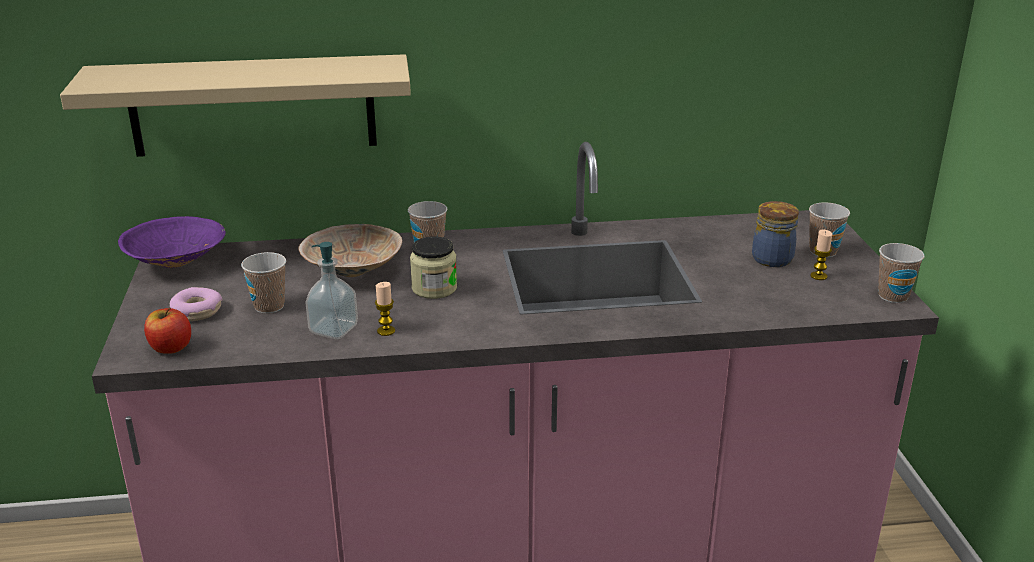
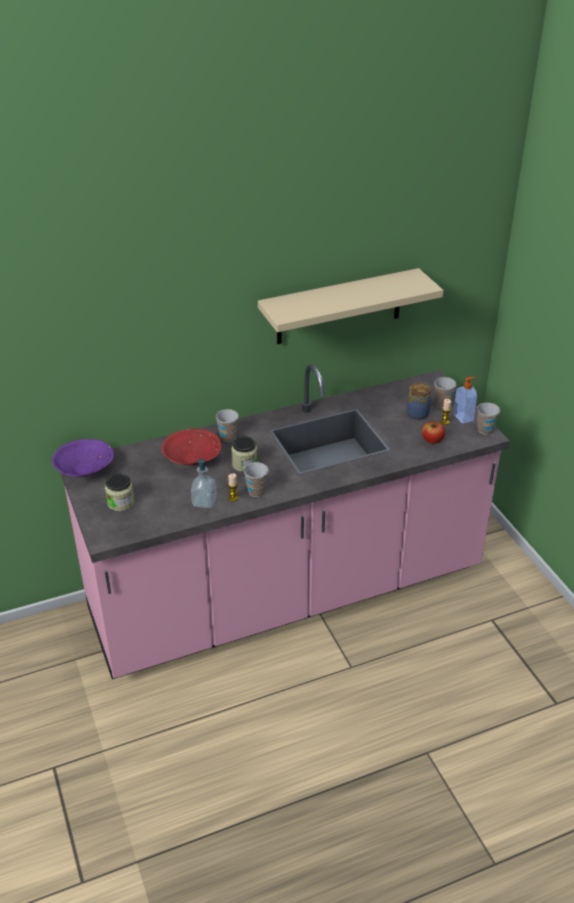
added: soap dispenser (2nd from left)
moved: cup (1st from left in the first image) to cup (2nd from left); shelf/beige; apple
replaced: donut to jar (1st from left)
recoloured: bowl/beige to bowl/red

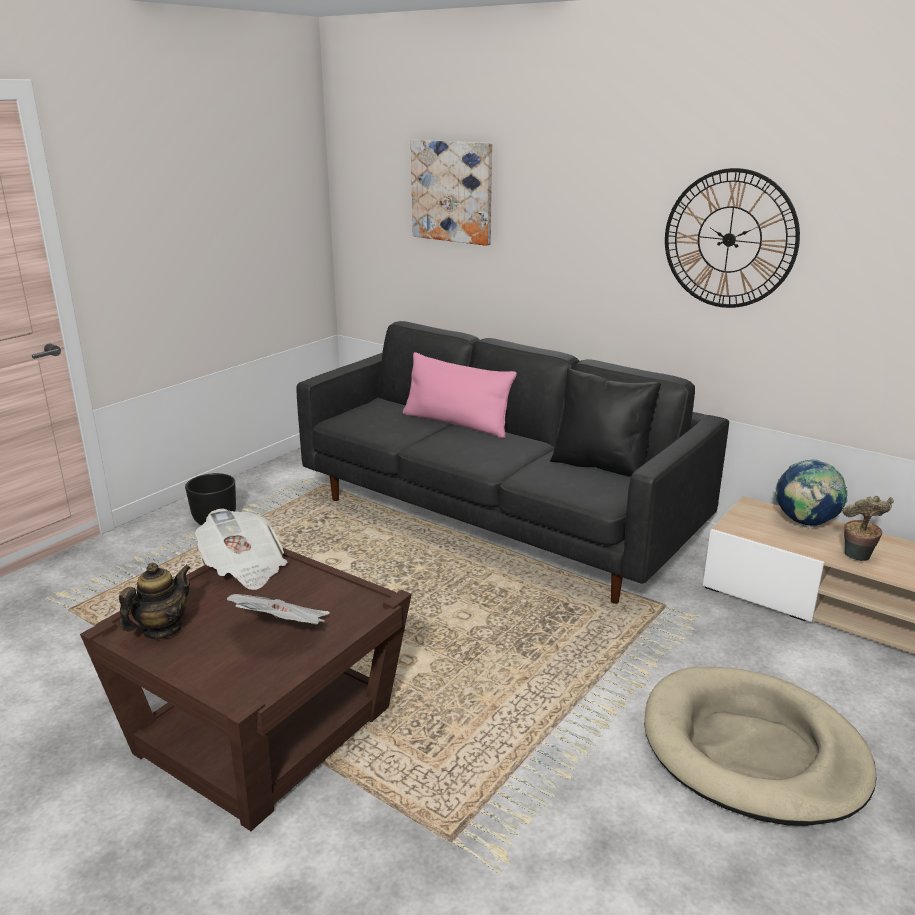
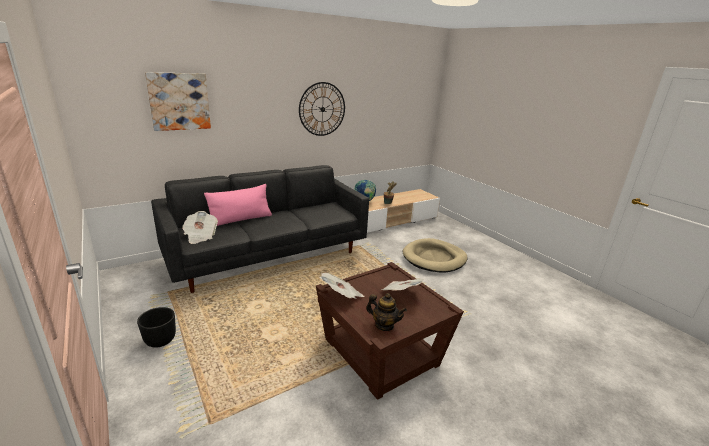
removed: pillow/black
added: newspaper (1st from left)
turned: teapot 150 degrees clockwise

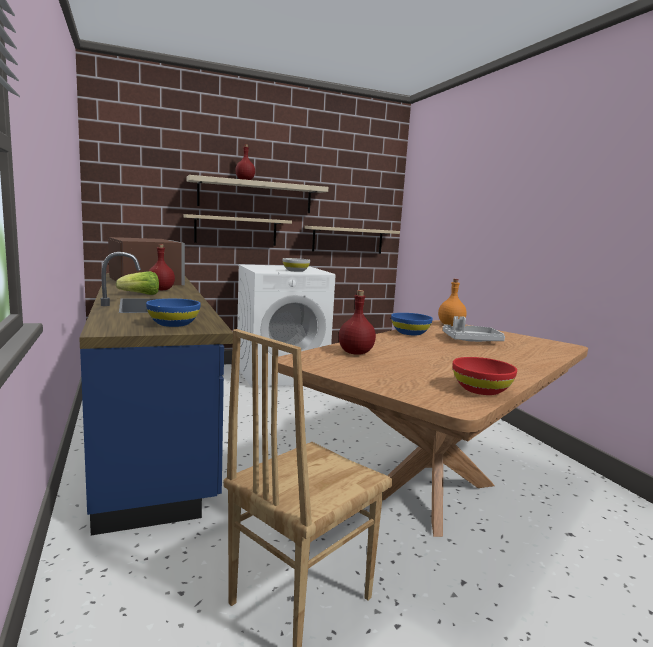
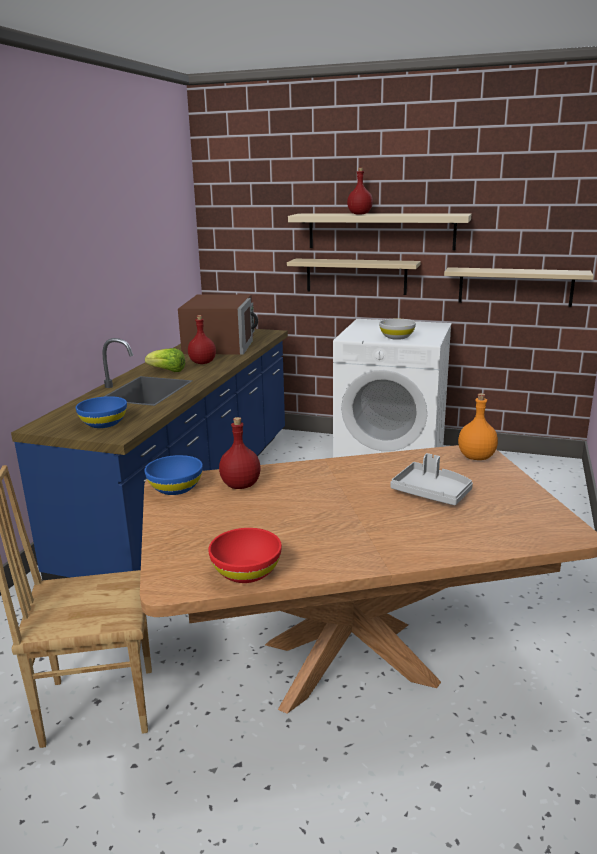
moved: bowl/blue (2nd from left)

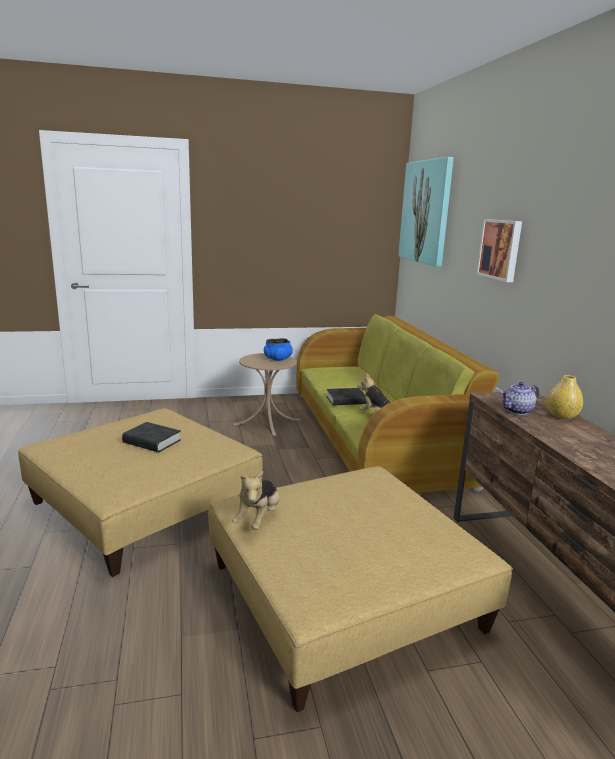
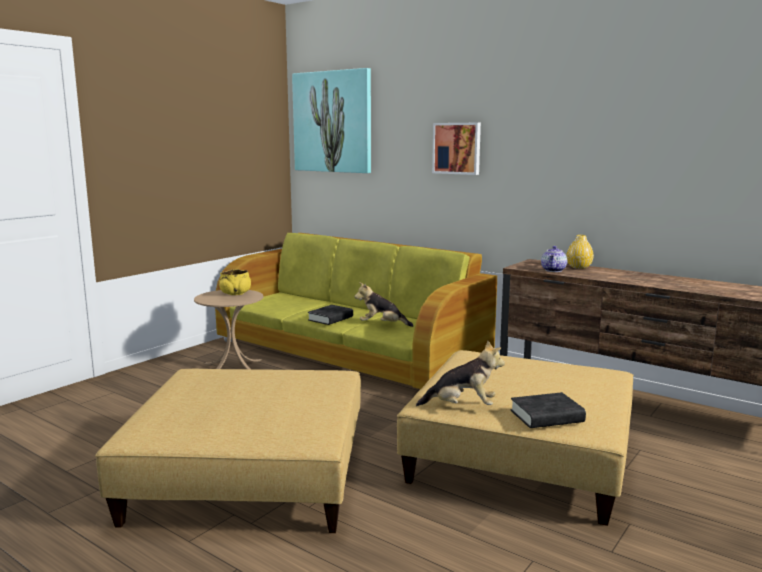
moved: book/black (1st from left in the first image) to book/black (2nd from left)
recoloured: bowl/blue to bowl/yellow
turned: plush toy (1st from left in the first image) 60 degrees counterclockwise

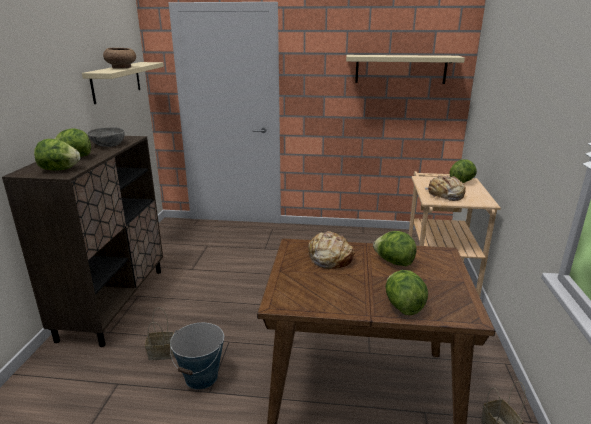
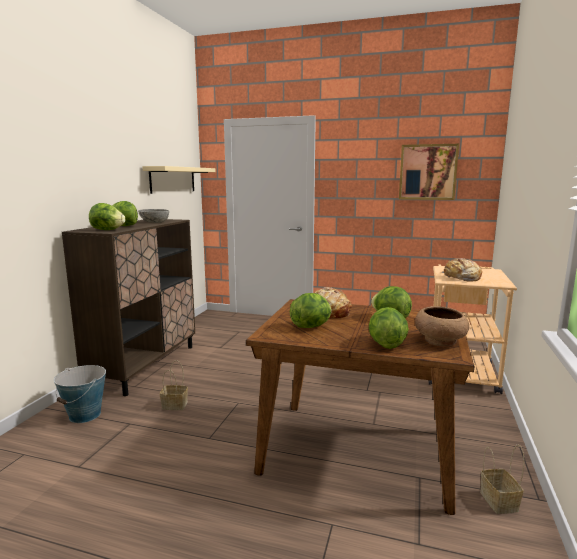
moved: bucket; lettuce (5th from left in the first image) to lettuce (3rd from left); bowl/brown
replaced: shelf/beige (2nd from left) to picture

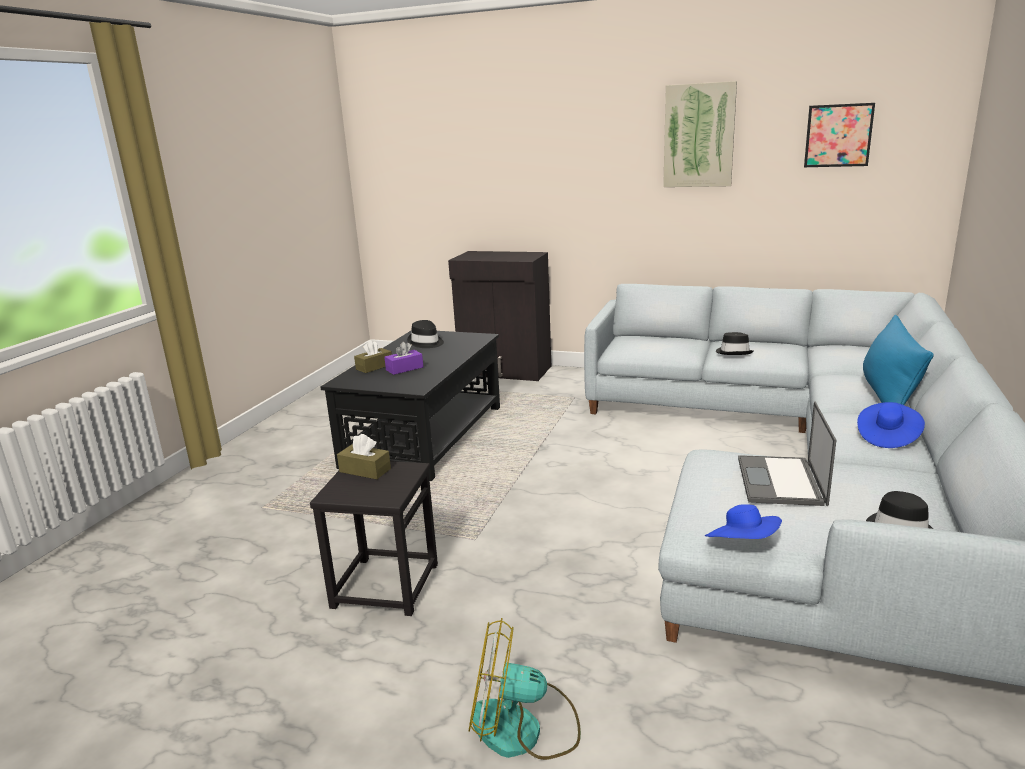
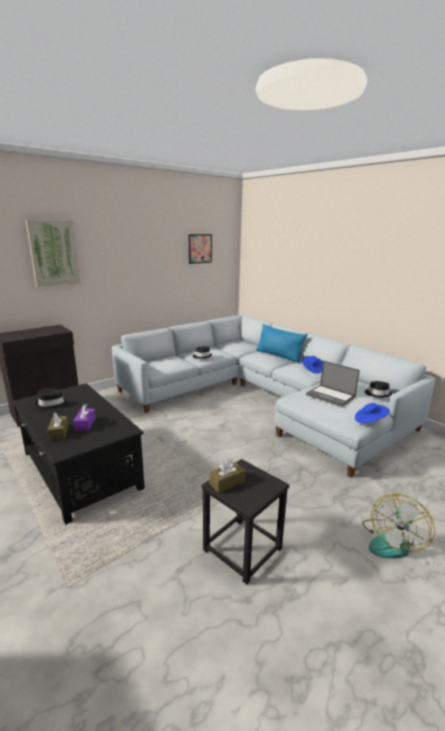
moved: picture (1st from left)

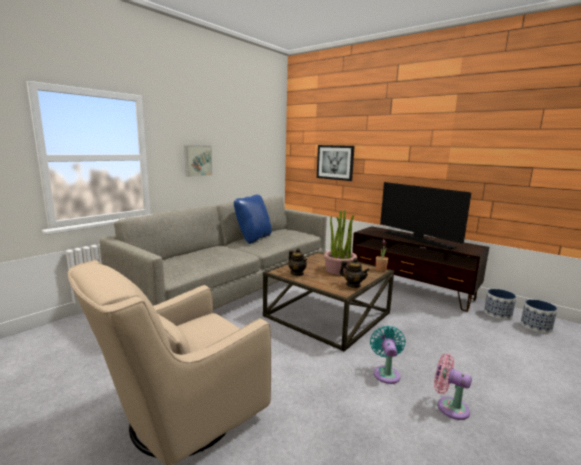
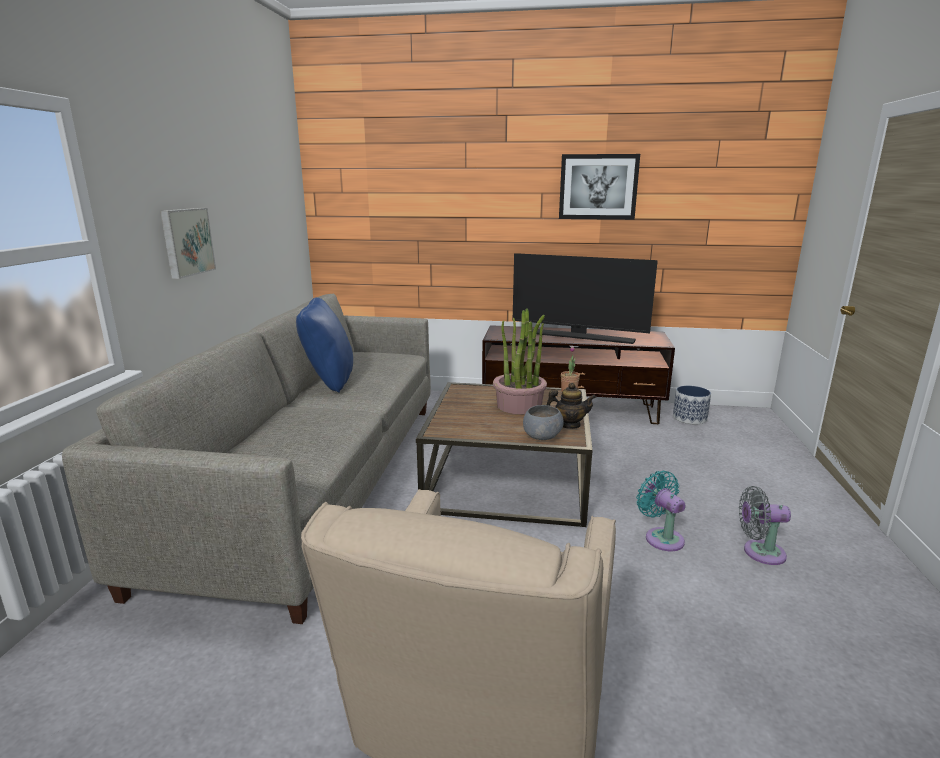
removed: teapot (1st from left); planter (2nd from left)
added: bowl/grey
moved: picture (2nd from left)
recoloured: fan/pink to fan/grey

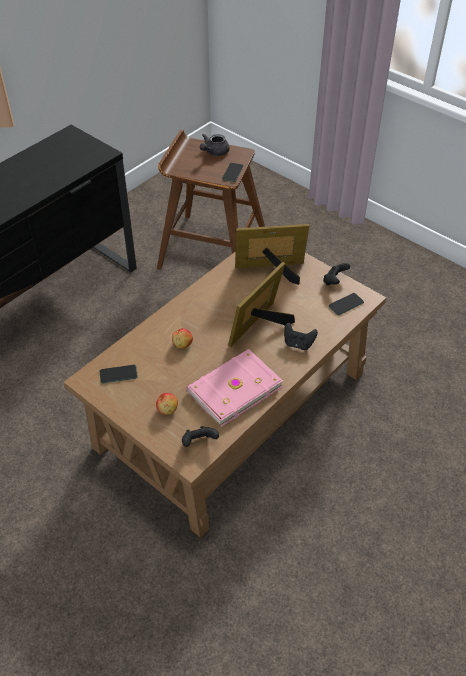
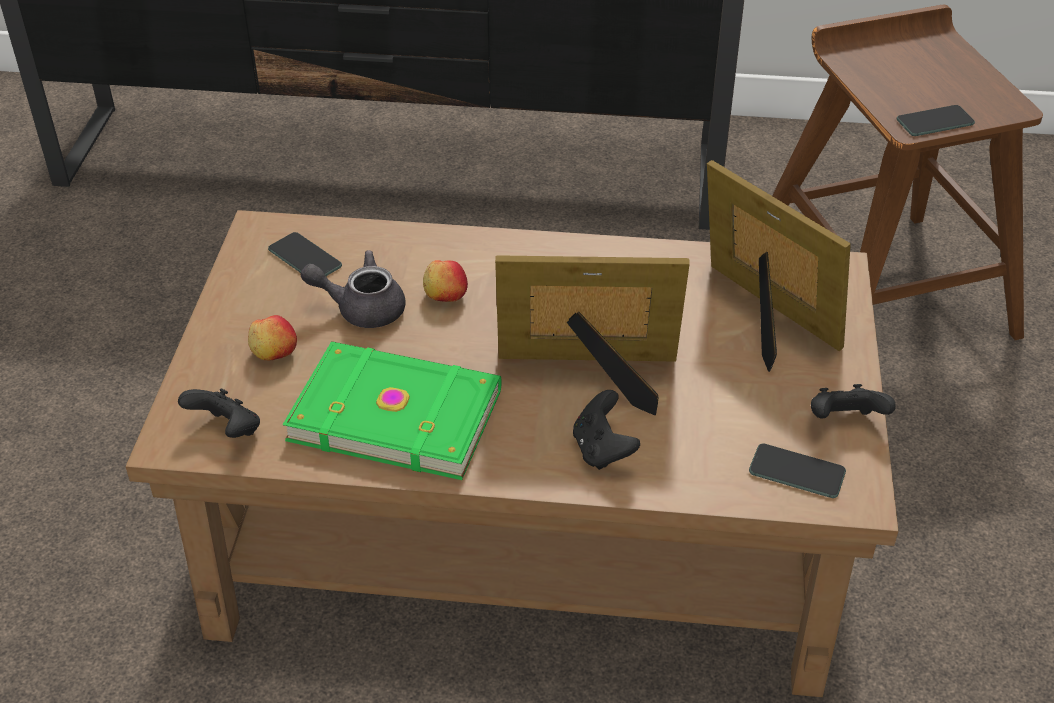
moved: teapot/grey
recoloured: book/pink to book/green

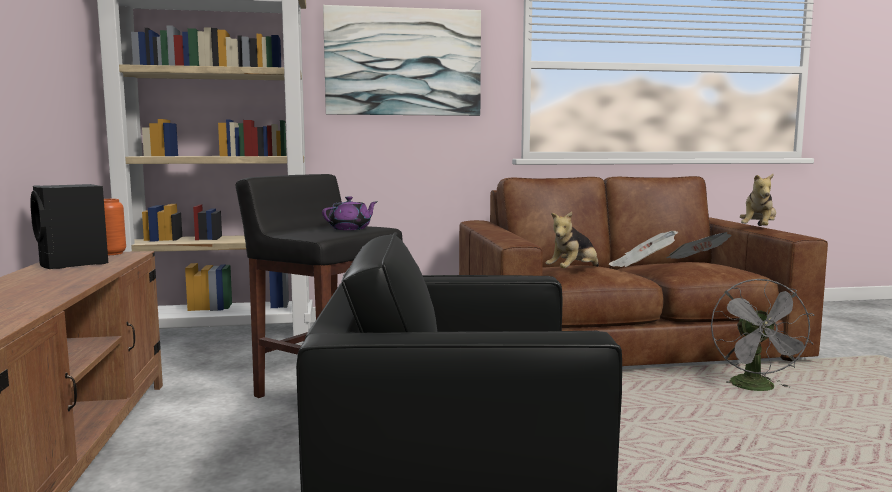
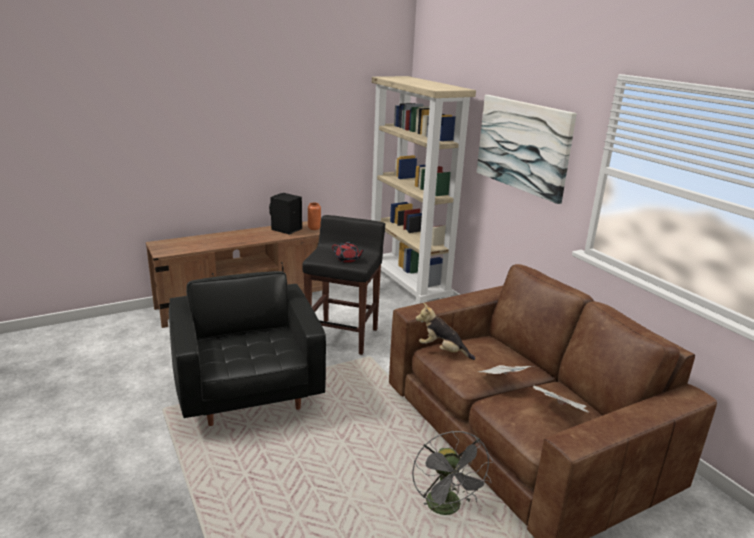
removed: plush toy (2nd from left)
recoloured: teapot/purple to teapot/red
turned: fan/grey 90 degrees counterclockwise

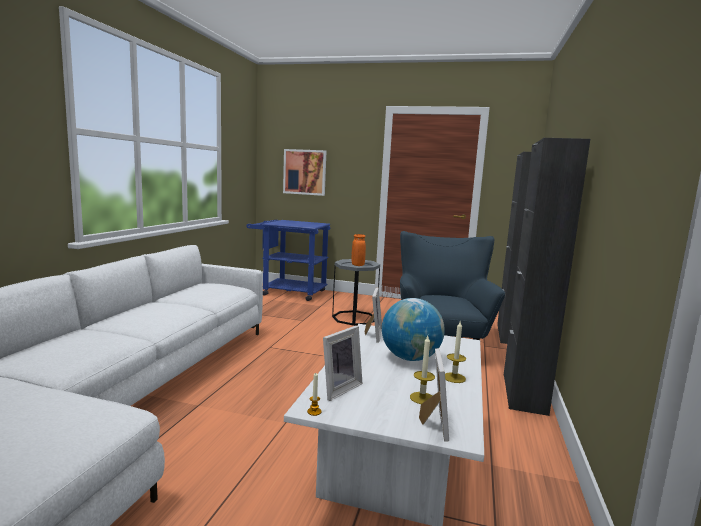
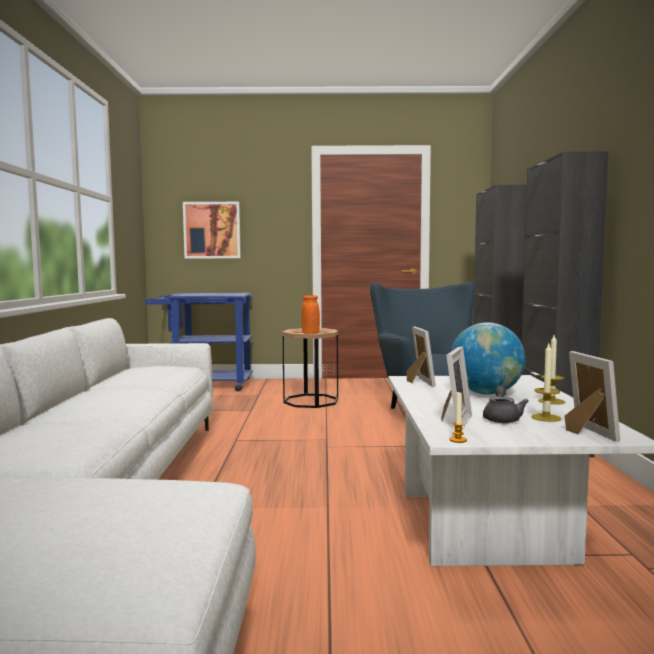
added: teapot/grey
recoloured: side table/grey to side table/brown

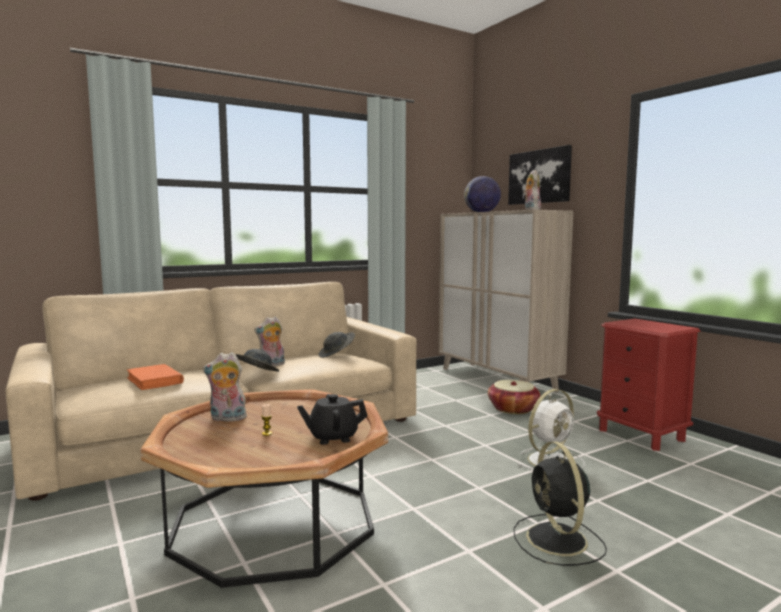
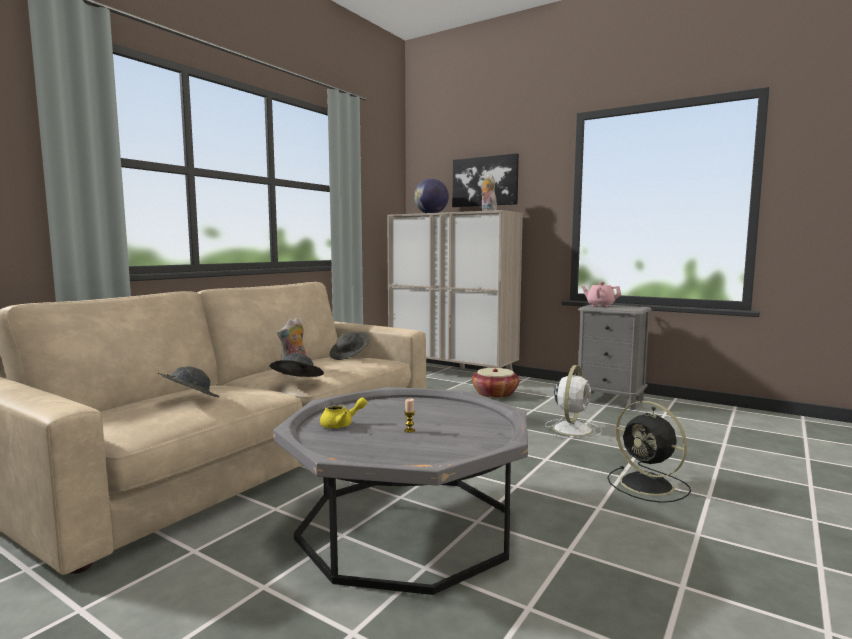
removed: teapot/black
added: teapot/pink
replaced: book/orange to hat/grey (1st from left); plush toy (1st from left) to teapot/yellow
recoloured: coffee table/brown to coffee table/grey; nightstand/red to nightstand/grey

